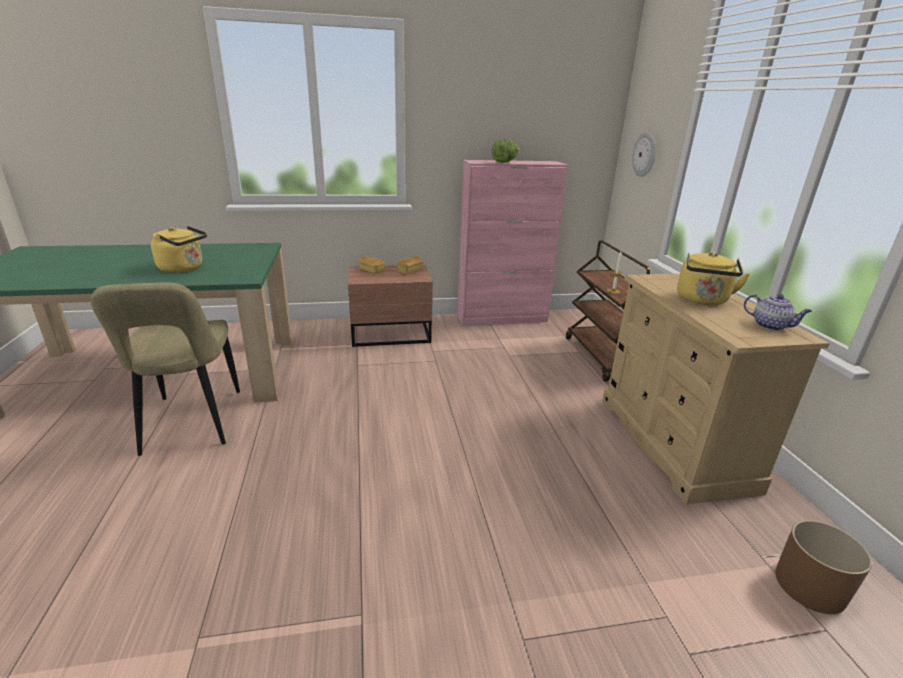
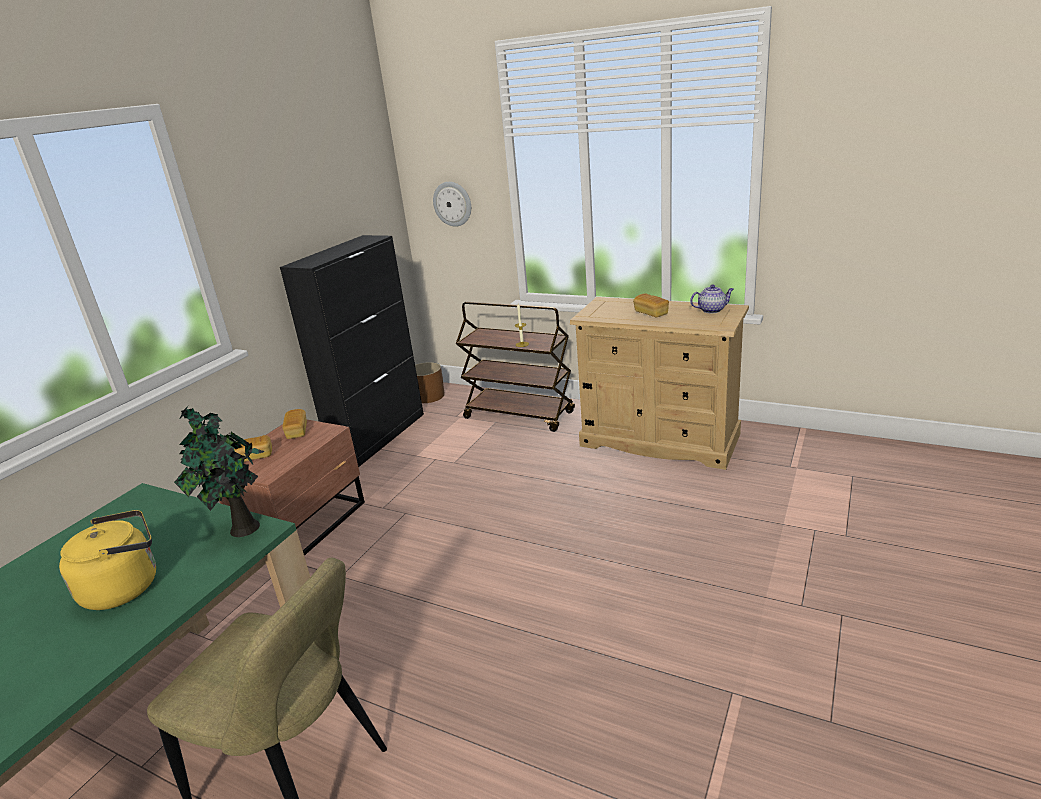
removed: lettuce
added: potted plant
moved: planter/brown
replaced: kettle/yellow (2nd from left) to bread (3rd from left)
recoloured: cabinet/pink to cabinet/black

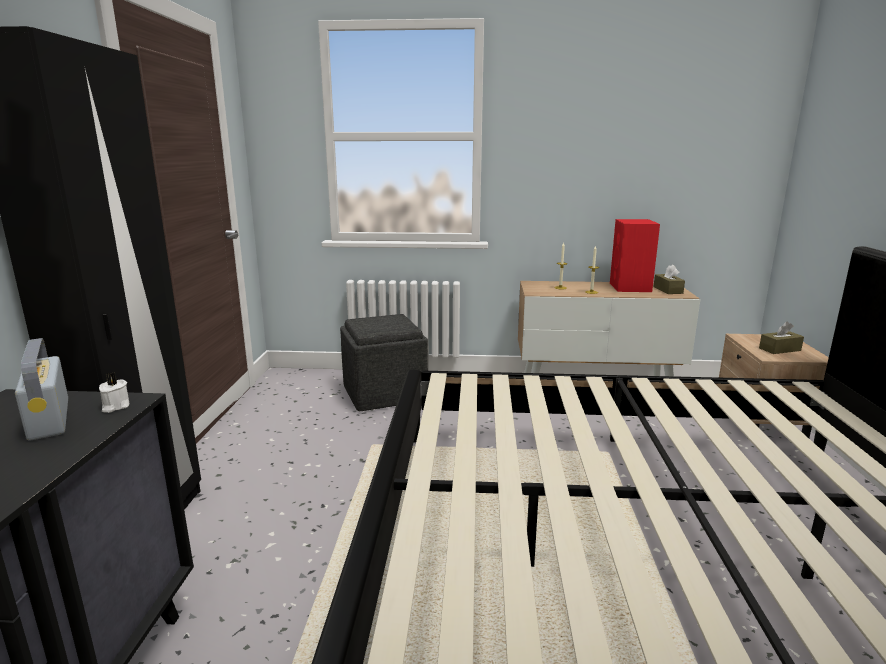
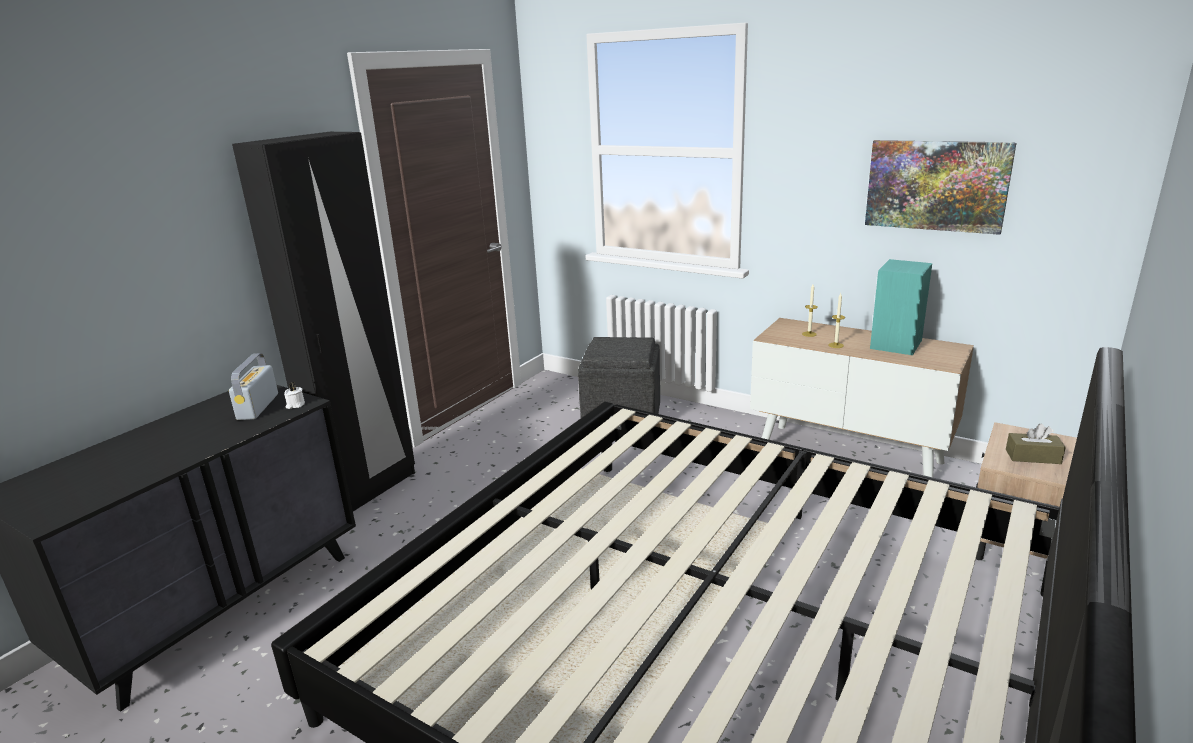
removed: tissue box/brown (1st from left)
added: picture
recoloured: speaker/red to speaker/turquoise

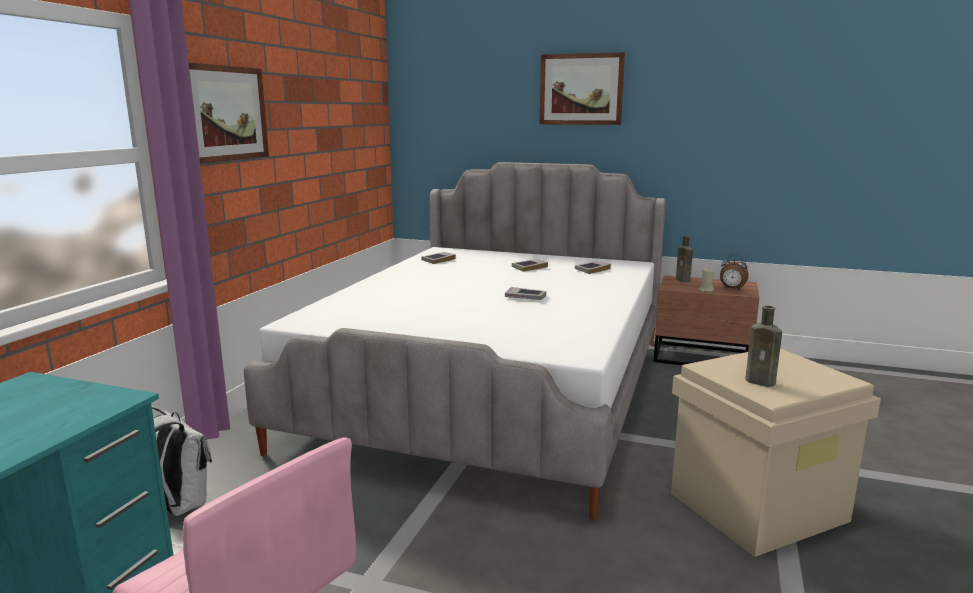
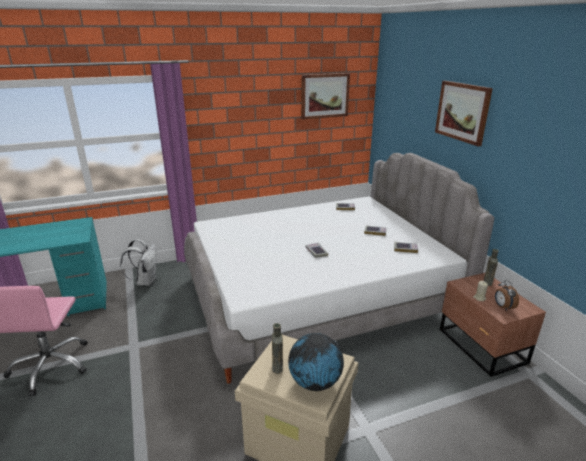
added: globe
moved: picture (1st from left)

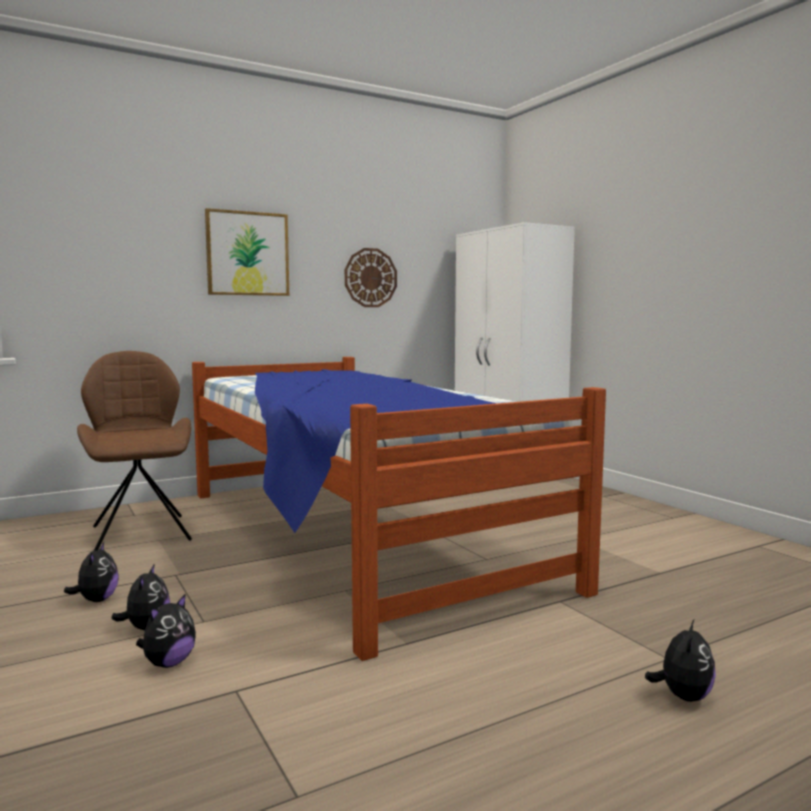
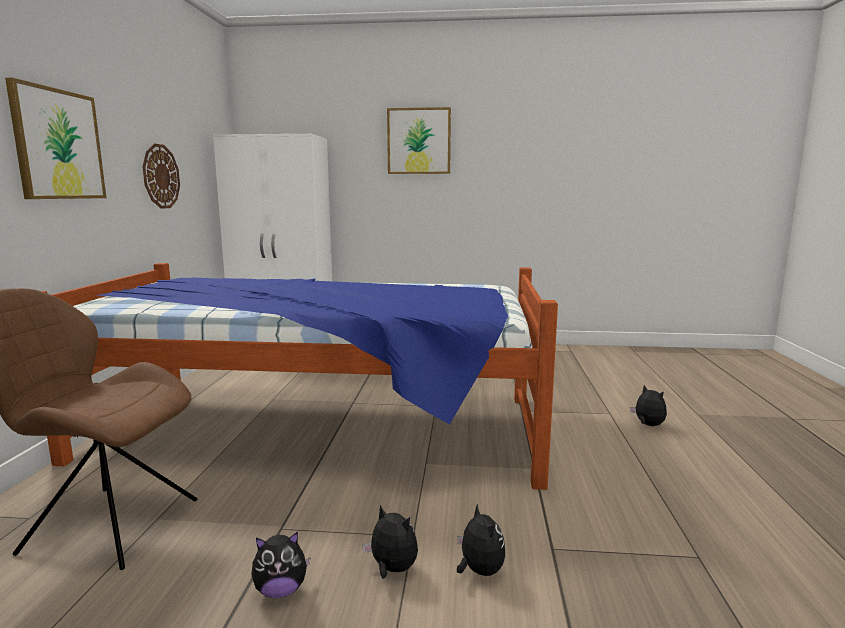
added: picture (2nd from left)
turned: plush toy (1st from left) 135 degrees clockwise

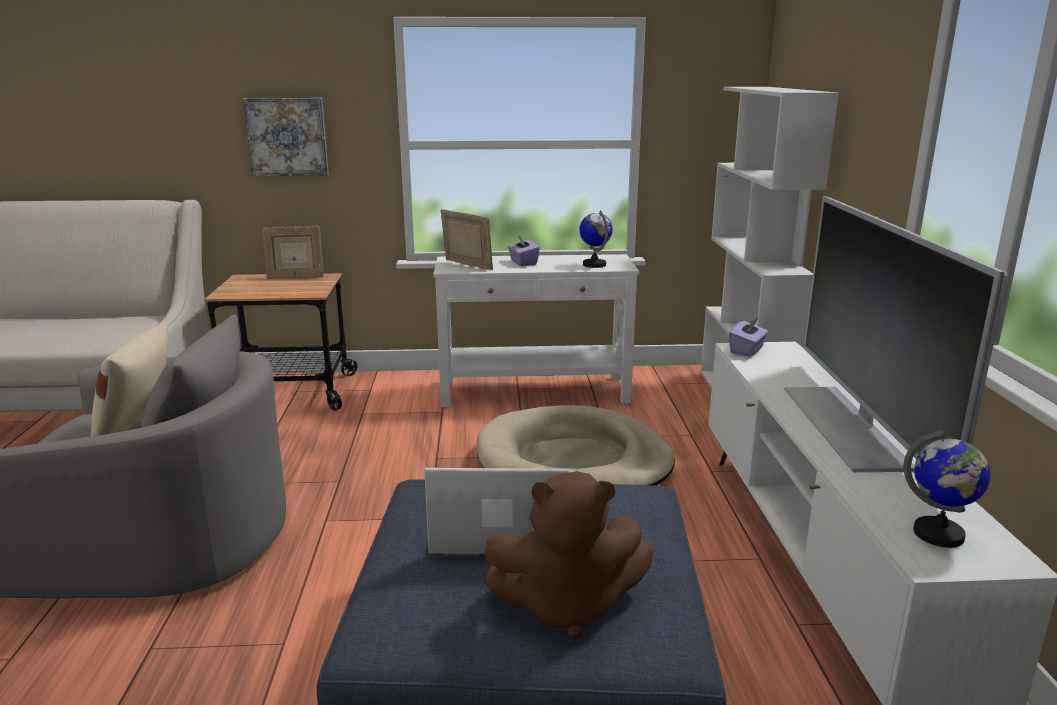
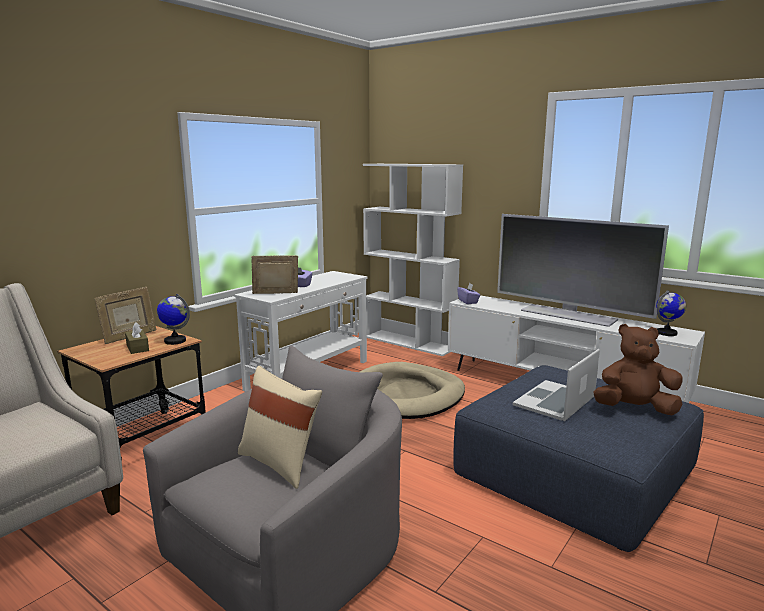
removed: picture
added: tissue box/brown
moved: globe (1st from left)
turned: plush toy/brown 120 degrees counterclockwise

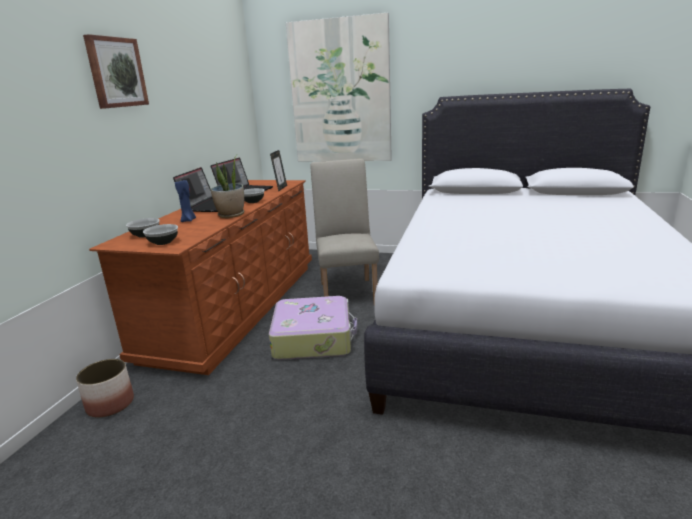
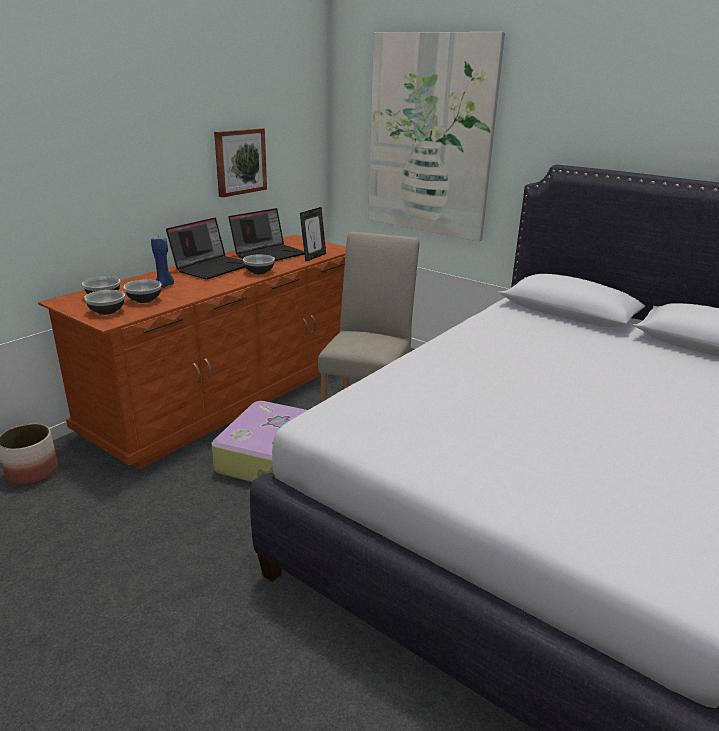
removed: potted plant
added: bowl (3rd from left)
moved: picture (1st from left)

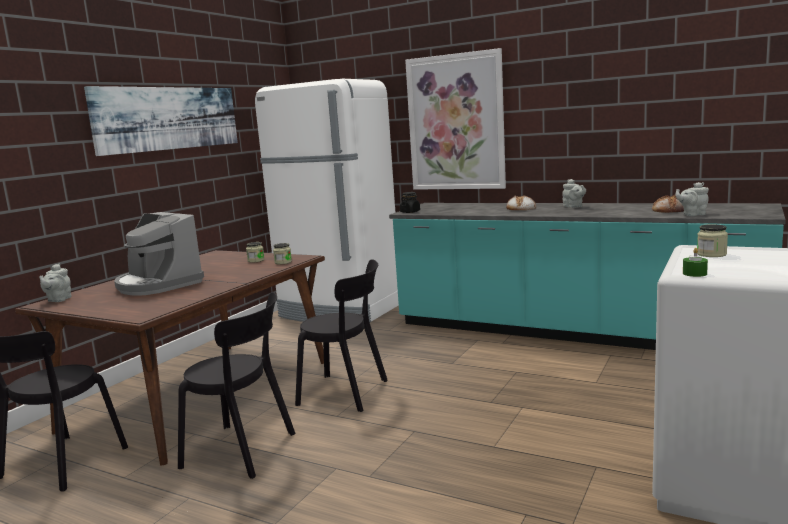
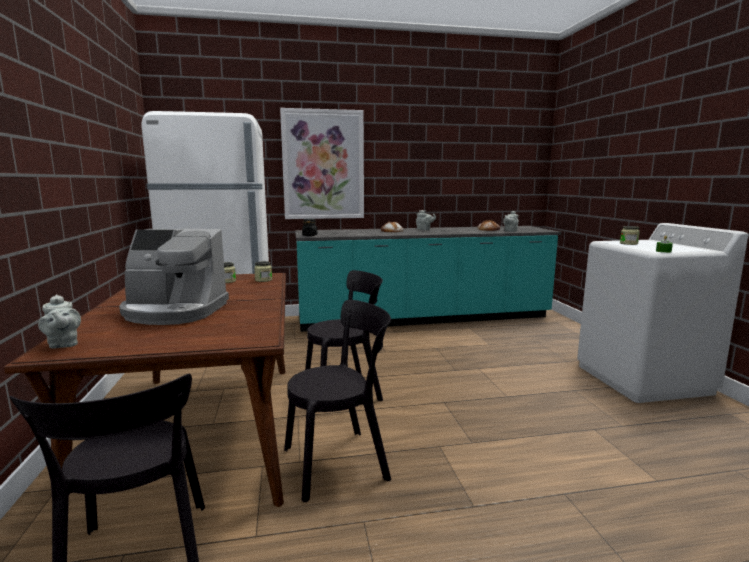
removed: picture (1st from left)

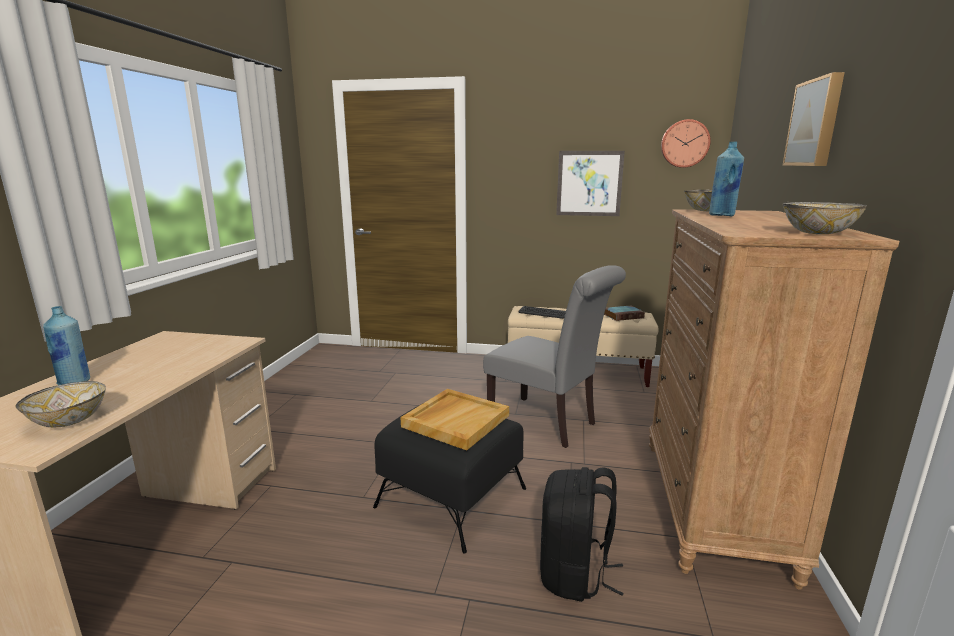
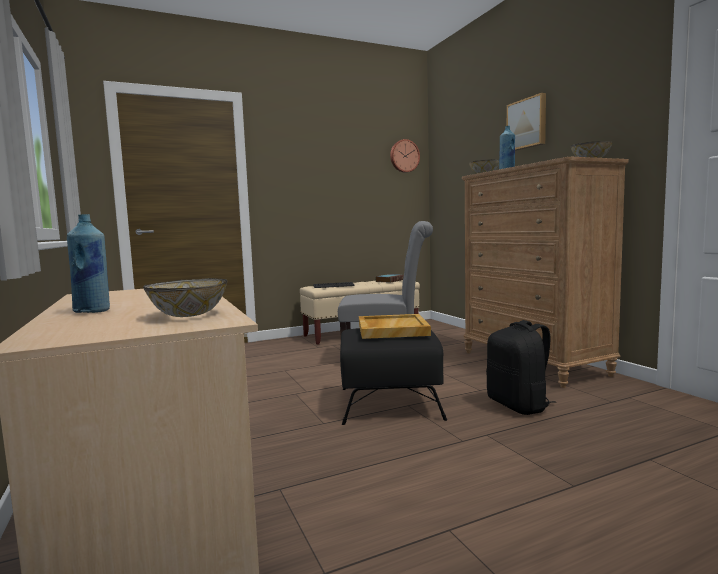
removed: picture (1st from left)

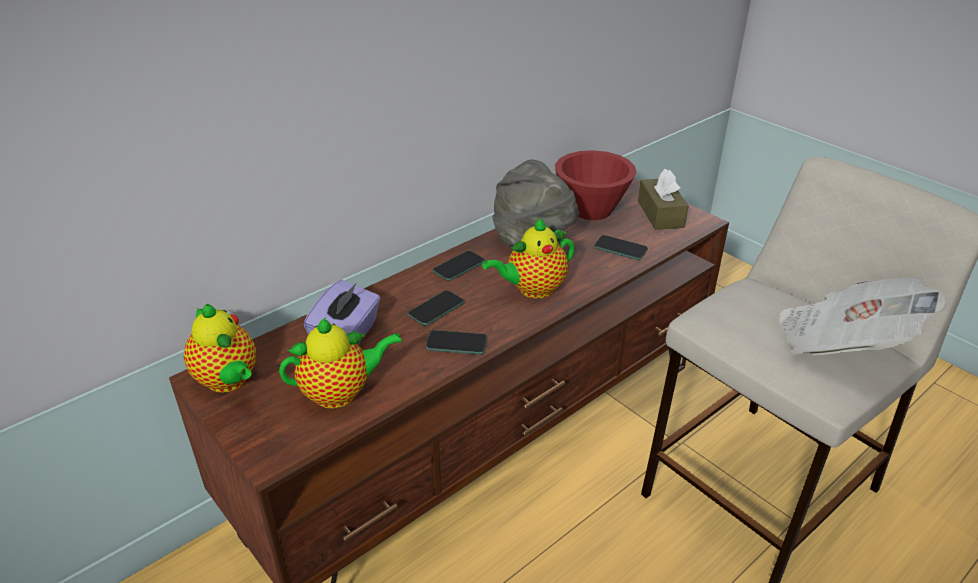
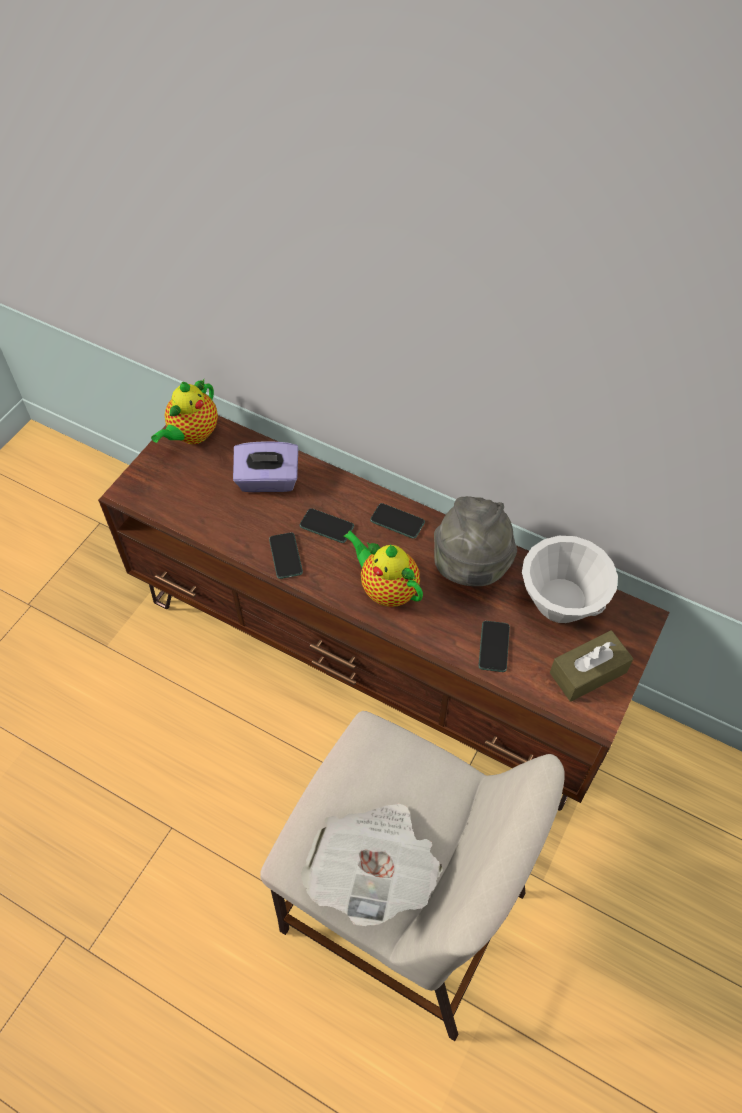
removed: teapot (2nd from left)
recoloured: bowl/red to bowl/white

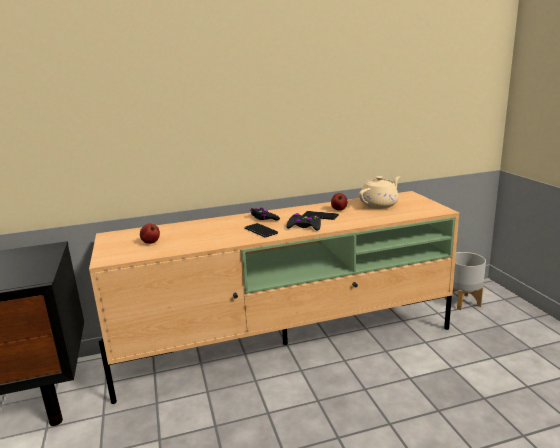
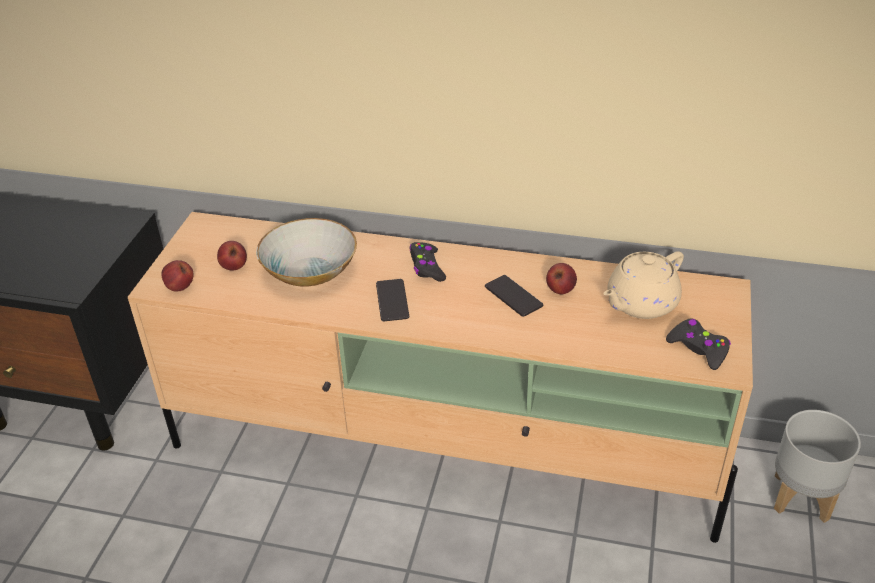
added: apple (1st from left); bowl
moved: game controller/black (2nd from left)
turned: teapot/beige 150 degrees clockwise

